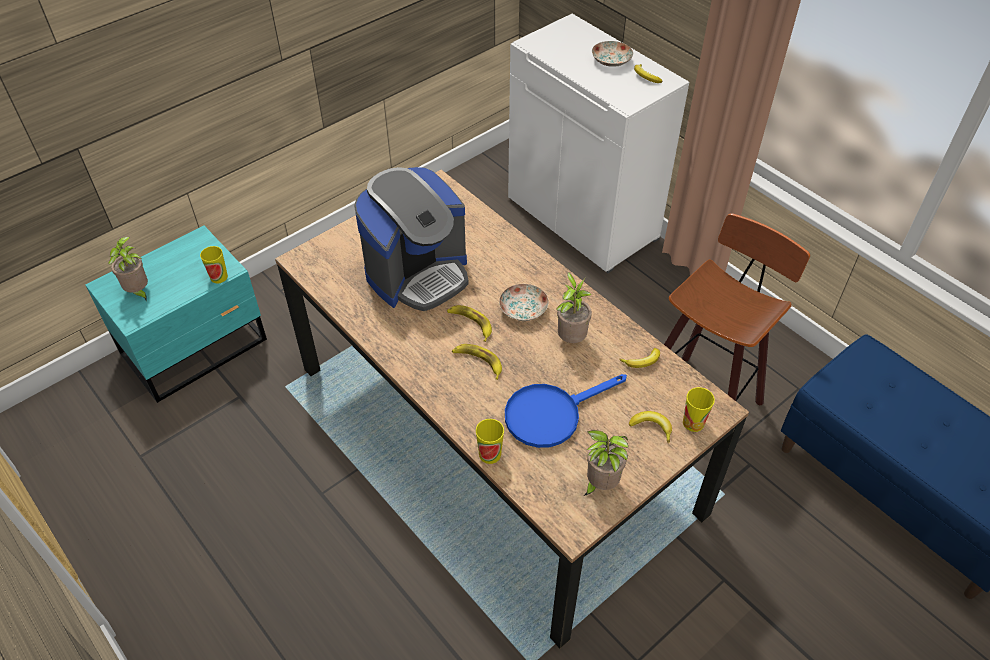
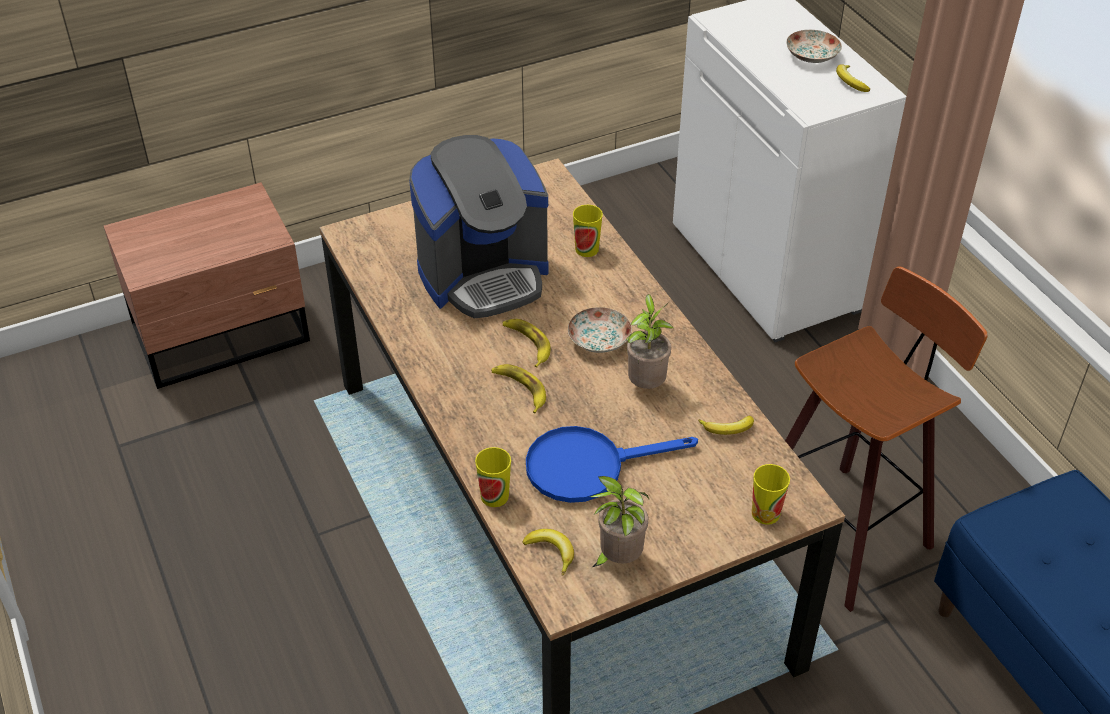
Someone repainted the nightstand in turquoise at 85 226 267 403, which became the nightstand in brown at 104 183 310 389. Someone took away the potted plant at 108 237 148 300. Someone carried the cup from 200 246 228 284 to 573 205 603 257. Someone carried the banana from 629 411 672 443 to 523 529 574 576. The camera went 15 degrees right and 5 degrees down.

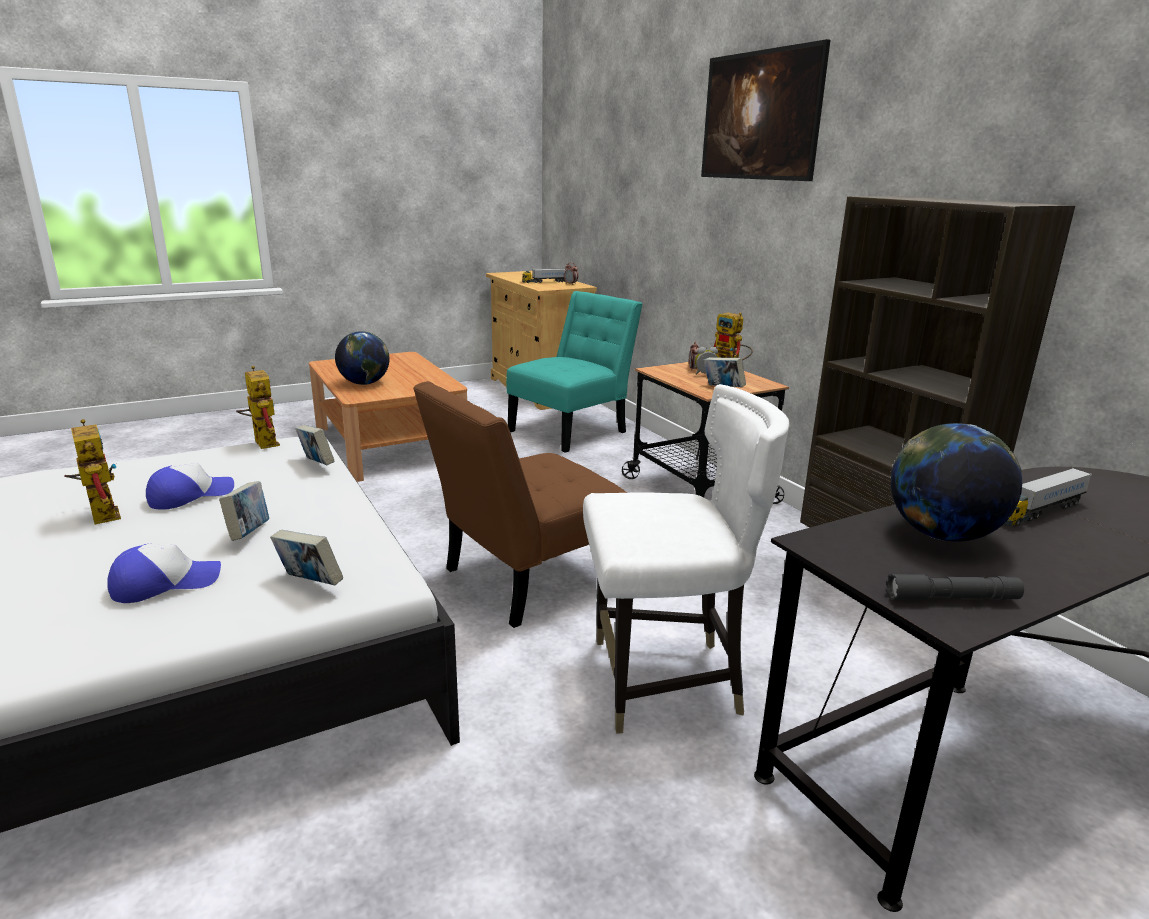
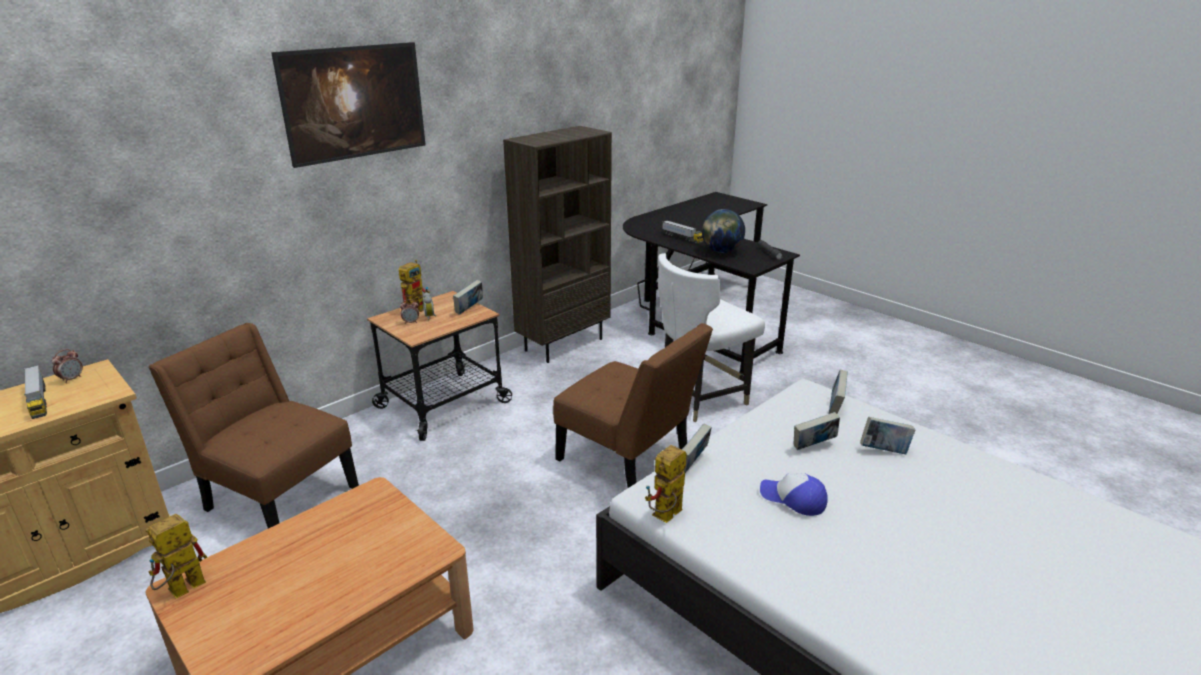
Someone carried the toy robot from 65 419 121 524 to 145 514 207 599. Someone swapped the cap at 107 544 221 603 for the book at 860 417 915 454. Someone took away the globe at 335 331 389 385. Someone repainted the chair in turquoise at 506 291 643 453, which became the chair in brown at 148 323 359 528. Someone rotated the chair in white at 583 384 789 734 by 105 degrees counterclockwise. The camera went 105 degrees left and 5 degrees up.

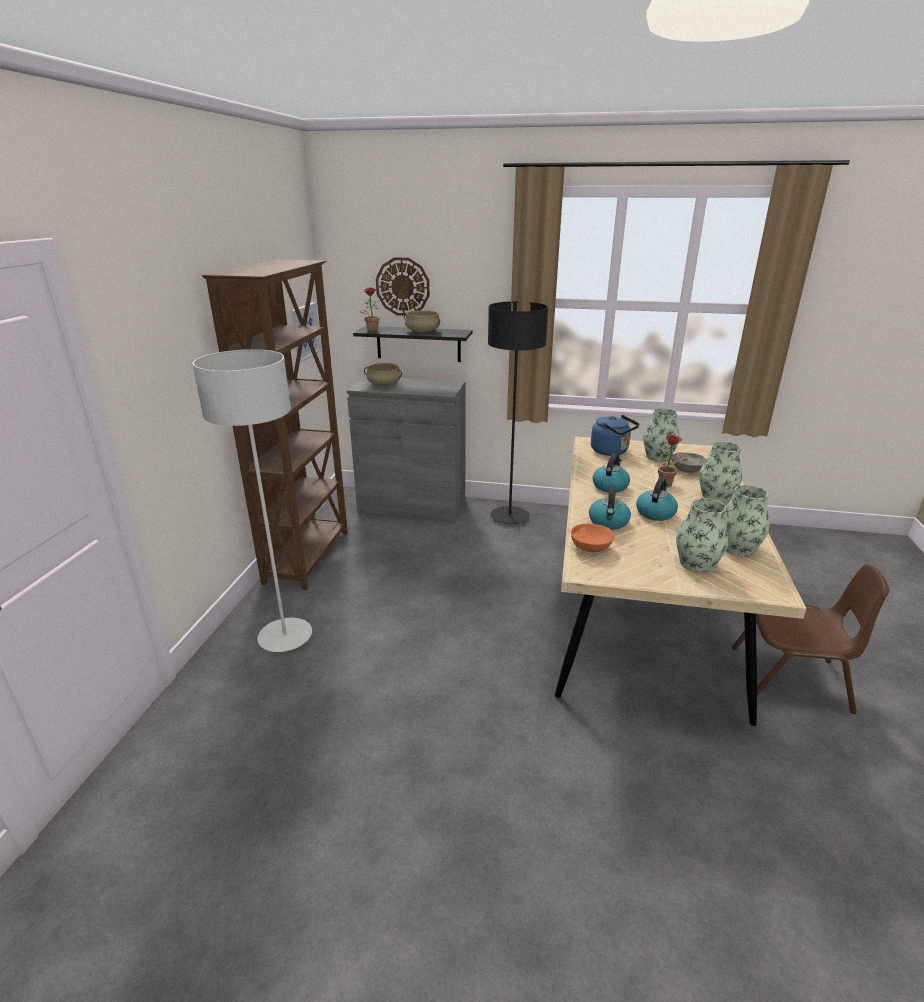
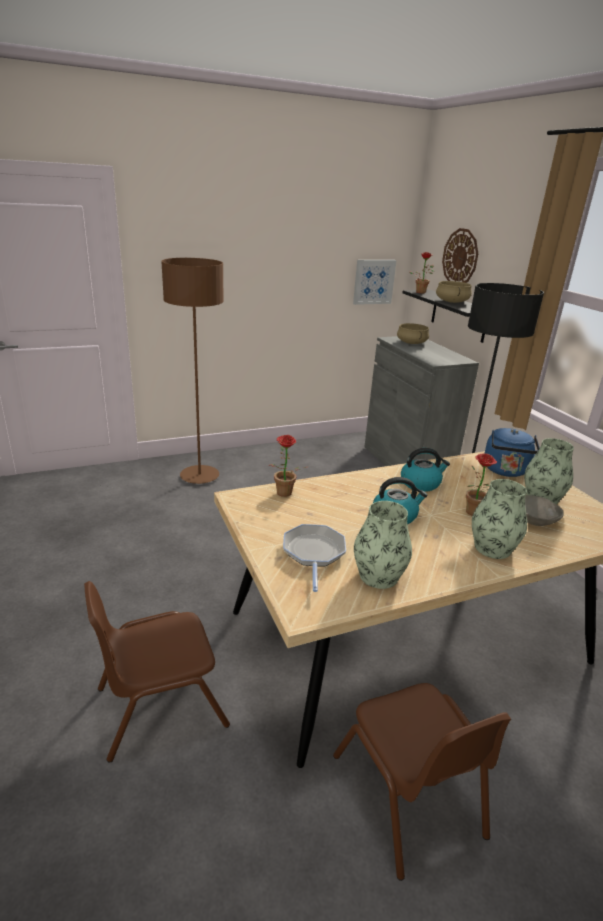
Someone repainted the floor lamp in grey at 192 349 312 652, which became the floor lamp in brown at 161 258 224 484. Someone took away the bookcase in brown at 202 260 348 590. Someone swapped the bowl in orange at 571 524 615 552 for the potted plant at 271 435 306 497. Someone took away the kettle at 589 485 631 530. Someone swapped the vase at 676 498 728 573 for the frying pan at 283 524 346 592. Someone put down the chair in brown at 84 581 230 763. The camera went 55 degrees right and 0 degrees up.

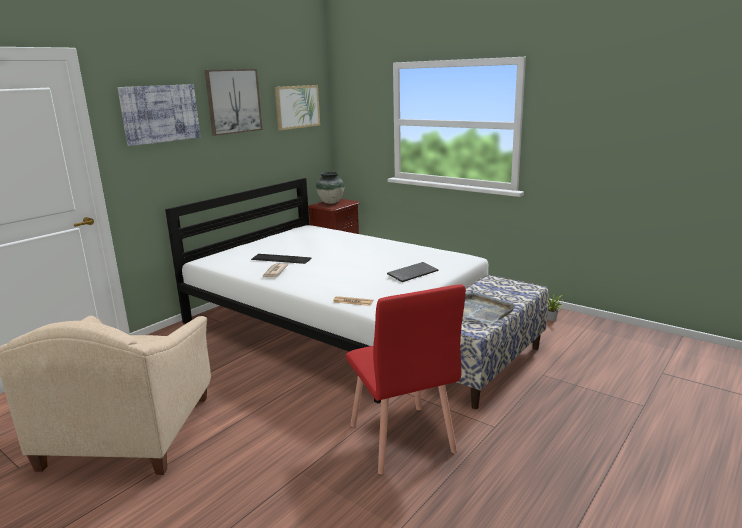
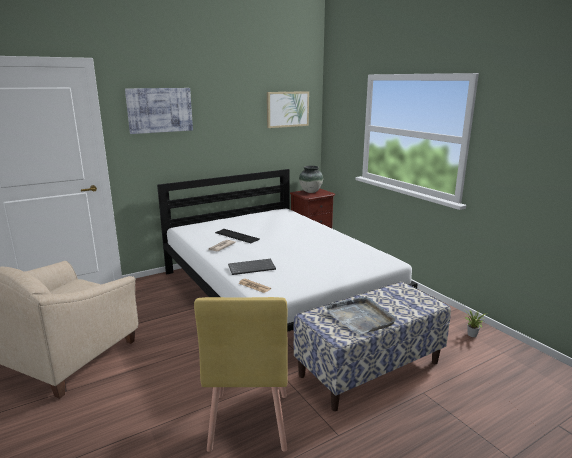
Someone took away the picture at 205 69 263 136. Someone repainted the chair in red at 346 284 466 474, which became the chair in yellow at 194 297 287 452. Someone carried the keyboard from 387 262 439 282 to 228 259 276 275. The camera went 20 degrees right and 0 degrees up.

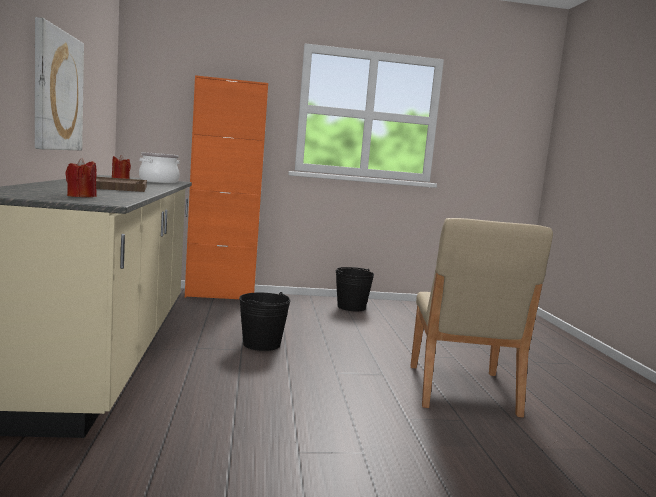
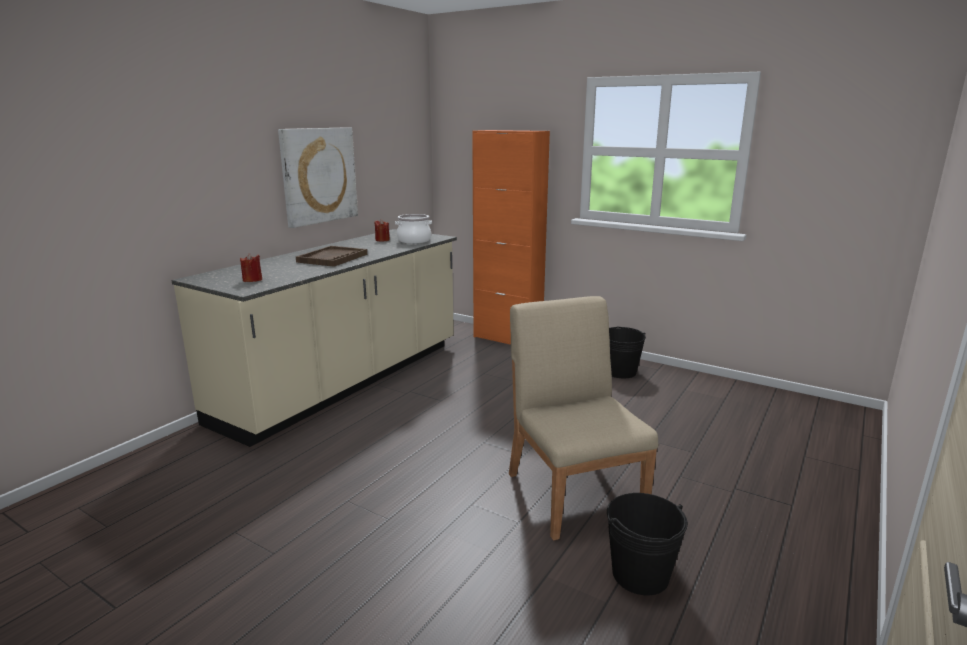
Someone carried the bucket in black from 239 292 291 351 to 607 493 688 595. Someone rotated the chair in beige at 410 218 553 418 by 120 degrees clockwise. The camera went 40 degrees right and 10 degrees up.

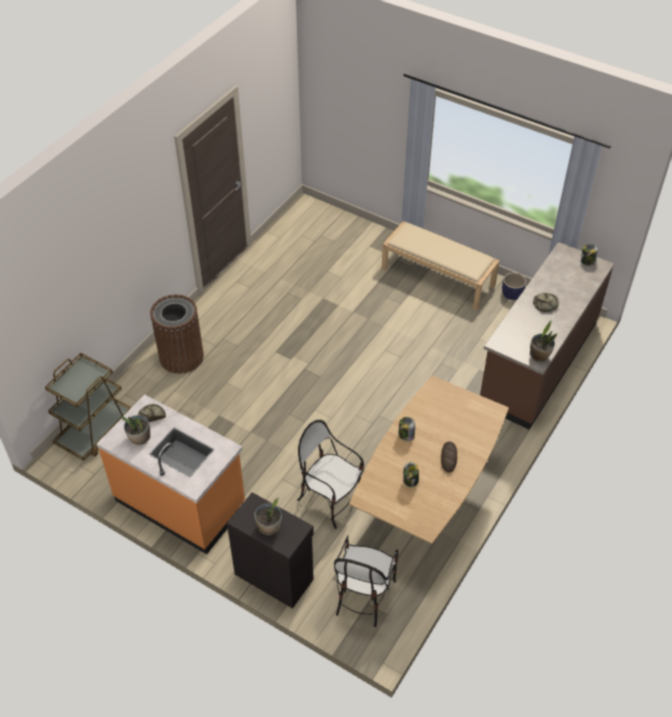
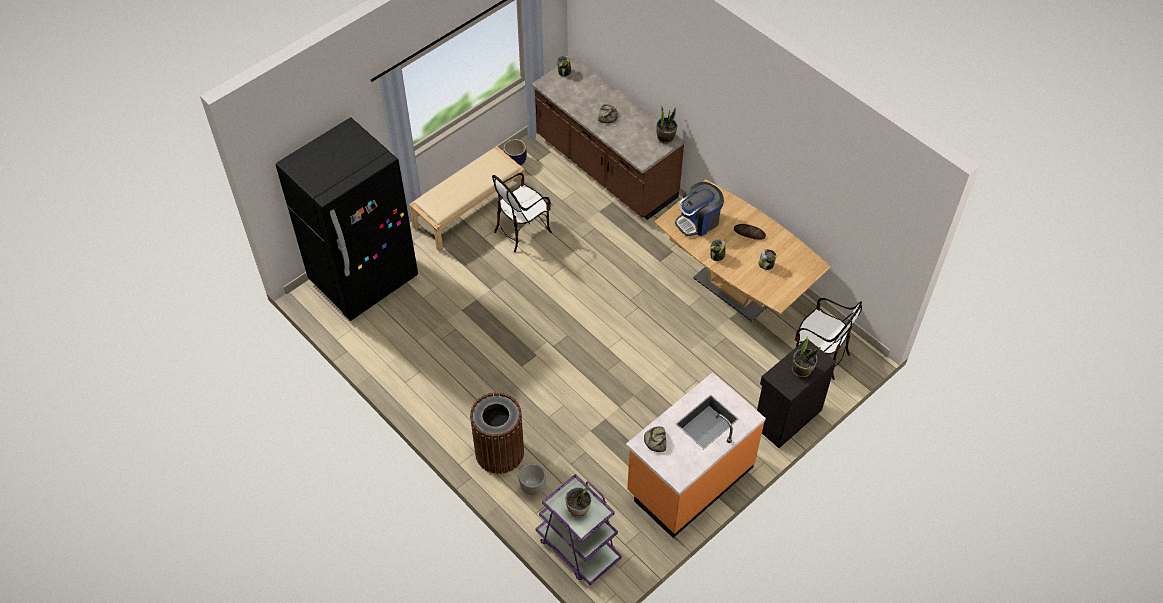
Someone repainted the cart in brown at 45 353 132 461, which became the cart in purple at 536 474 622 585. Someone carried the potted plant from 120 415 151 445 to 565 485 591 517. Someone carried the chair from 297 420 364 529 to 492 173 552 252. Someone put down the fridge in black at 276 118 418 321. Someone put down the planter at 519 464 546 495. Someone put down the coffee machine at 675 182 724 236. The camera went 75 degrees left and 5 degrees up.

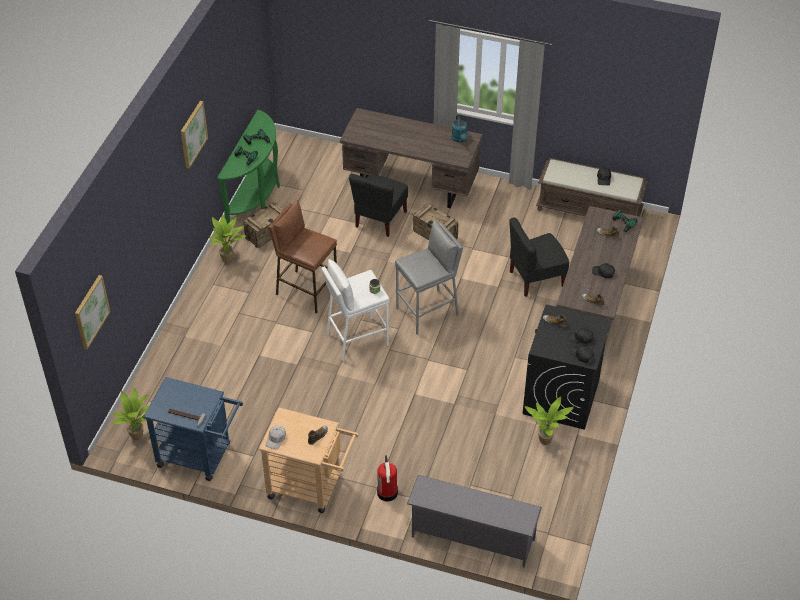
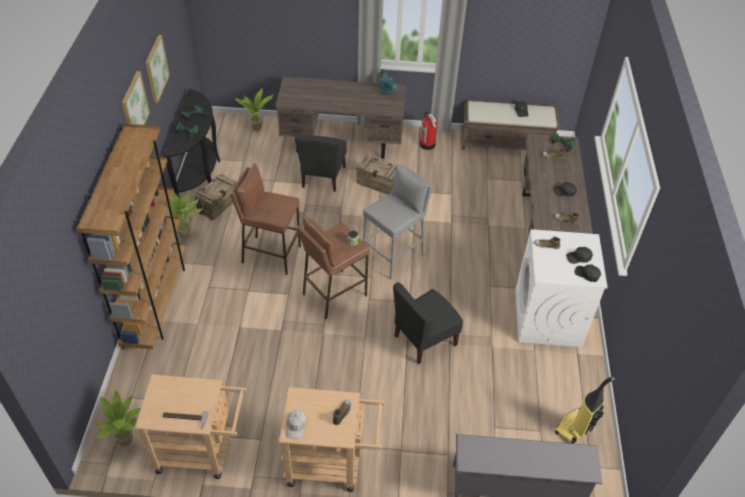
Someone carried the picture from 75 275 111 349 to 145 35 170 103. Someone repainted the cart in blue at 144 377 243 481, which became the cart in beige at 135 375 247 479. Someone repainted the console table in green at 217 110 280 224, which became the console table in black at 163 89 220 197. Someone repainted the stool in white at 321 259 390 362, which became the stool in brown at 297 217 370 319. Someone carried the fire extinguisher from 377 456 398 501 to 420 112 437 150. Someone carried the chair in black from 509 218 569 297 to 393 282 463 364. Someone repainted the washing machine in black at 522 304 611 430, which became the washing machine in white at 515 229 608 347. Someone carried the potted plant from 525 396 574 445 to 235 88 273 131. Someone put down the bookcase in brown at 76 124 186 349. Someone put down the vacuum cleaner at 555 376 615 444. The camera went 15 degrees left and 0 degrees up.

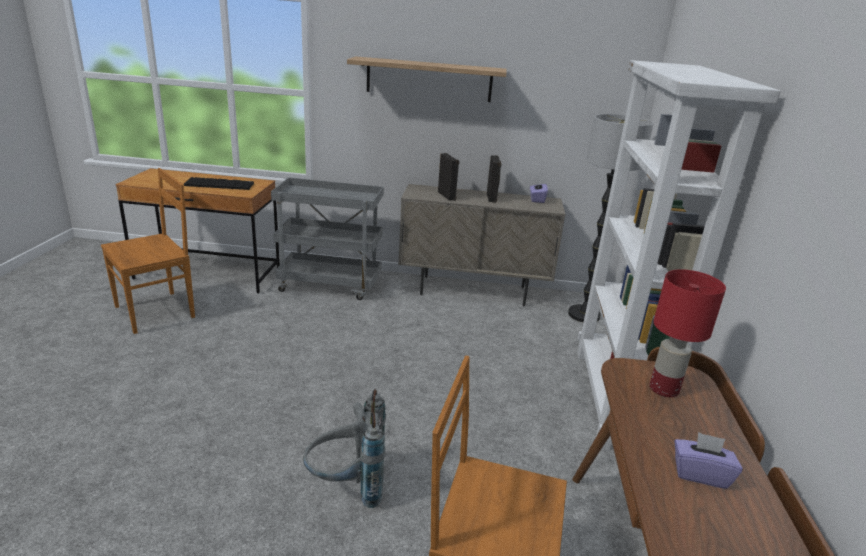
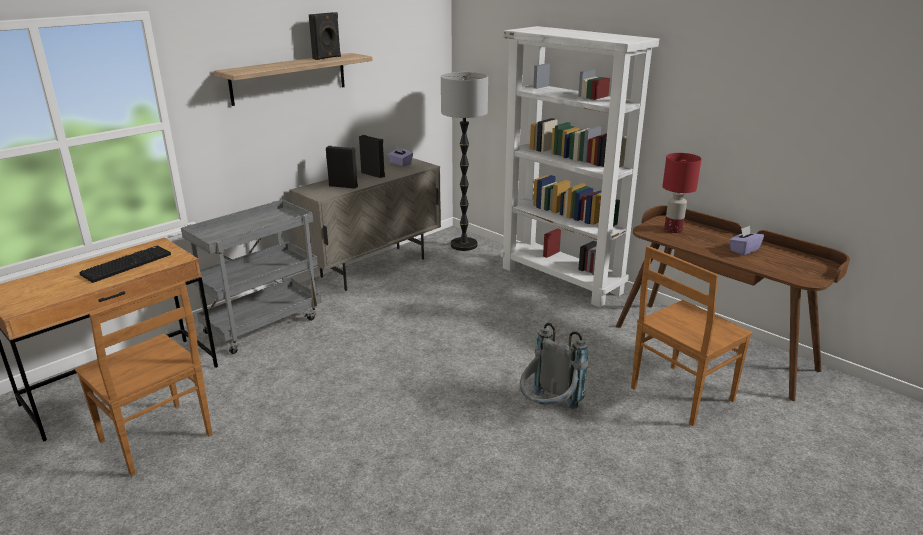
Someone rotated the chair in brown at 101 168 195 334 by 135 degrees clockwise. Someone put down the speaker in black at 309 12 341 60. The camera went 50 degrees left and 0 degrees up.

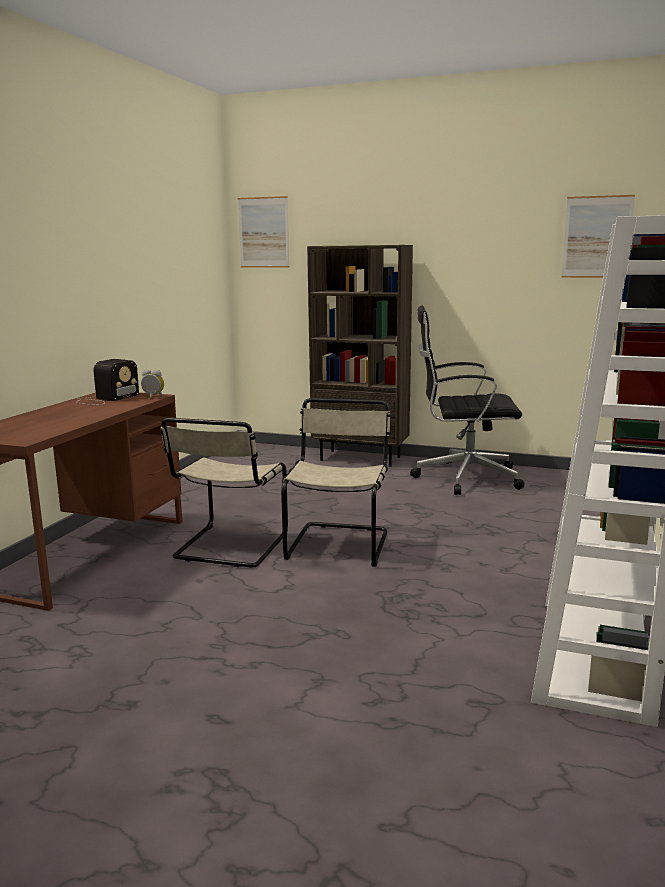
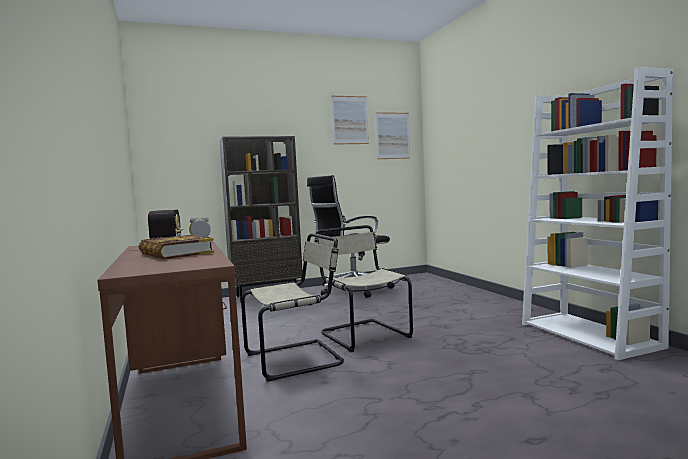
Someone rotated the chair in beige at 160 418 288 567 by 90 degrees counterclockwise. Someone carried the picture from 238 196 290 268 to 331 96 369 144. Someone put down the book at 139 235 214 259. The camera went 40 degrees left and 10 degrees down.

